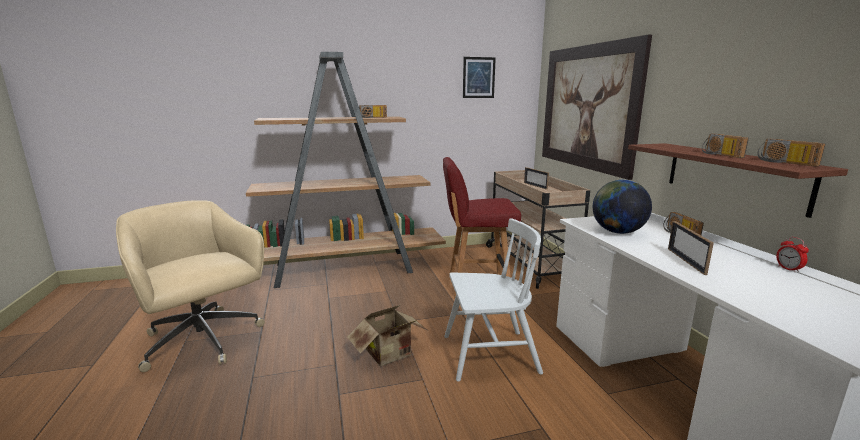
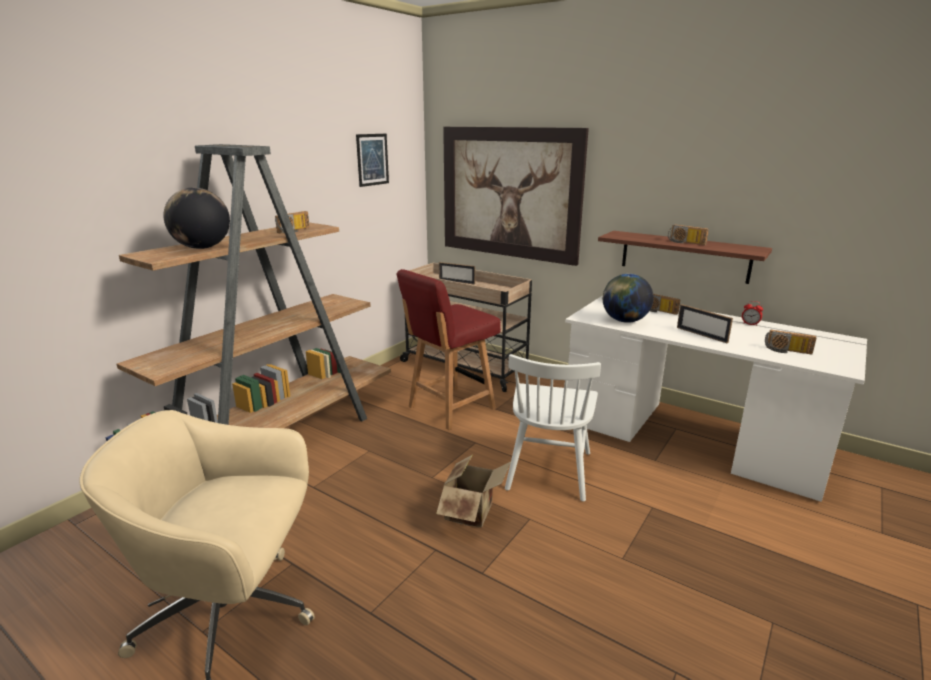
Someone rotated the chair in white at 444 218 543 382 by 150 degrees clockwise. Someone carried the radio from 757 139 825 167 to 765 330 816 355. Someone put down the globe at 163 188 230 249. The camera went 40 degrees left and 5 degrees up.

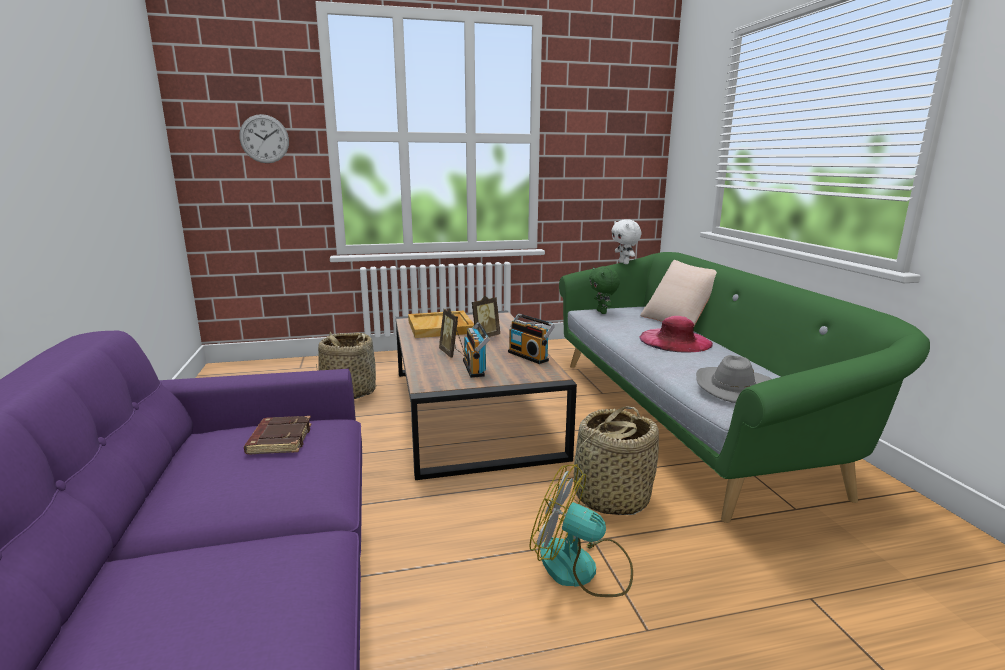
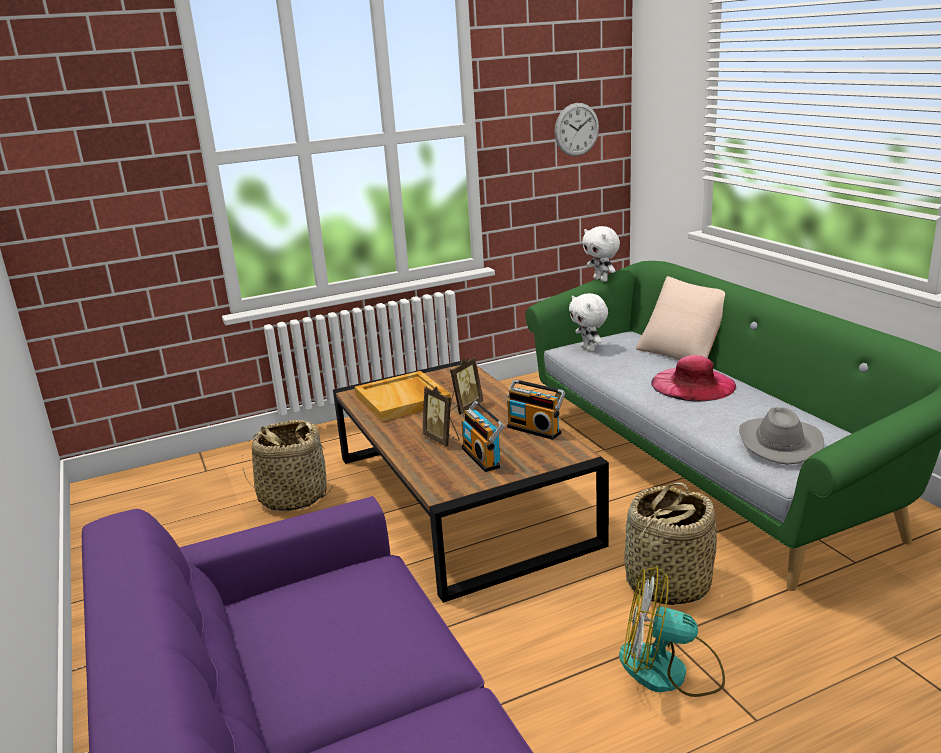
Someone carried the wall clock from 239 114 289 163 to 555 103 599 156. Someone took away the book in brown at 244 416 312 454. Someone repainted the plush toy in green at 589 266 620 314, which became the plush toy in white at 569 293 608 352. The camera went 10 degrees left and 5 degrees up.

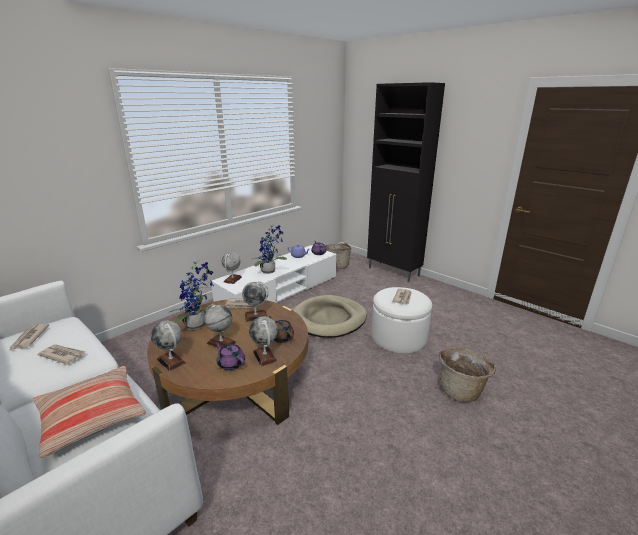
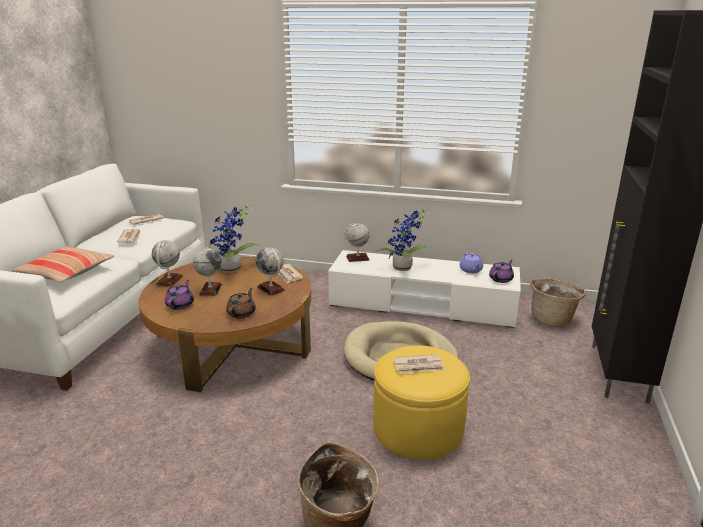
Someone took away the globe at 249 316 278 366. Someone repainted the ottoman in white at 371 287 432 354, which became the ottoman in yellow at 373 345 470 460. The camera went 60 degrees right and 0 degrees up.

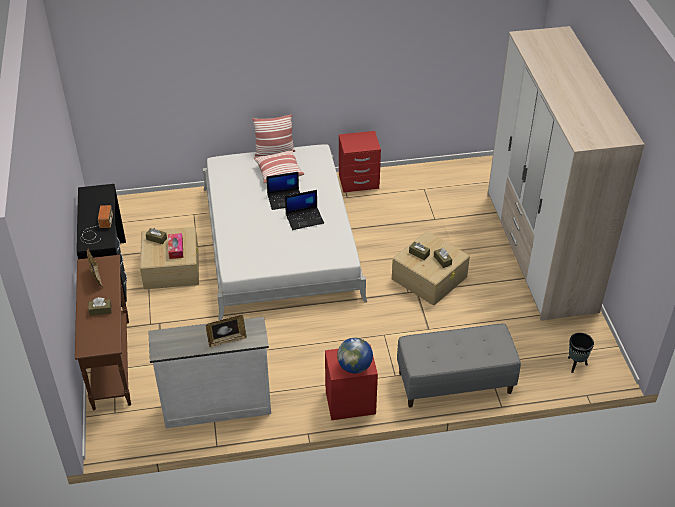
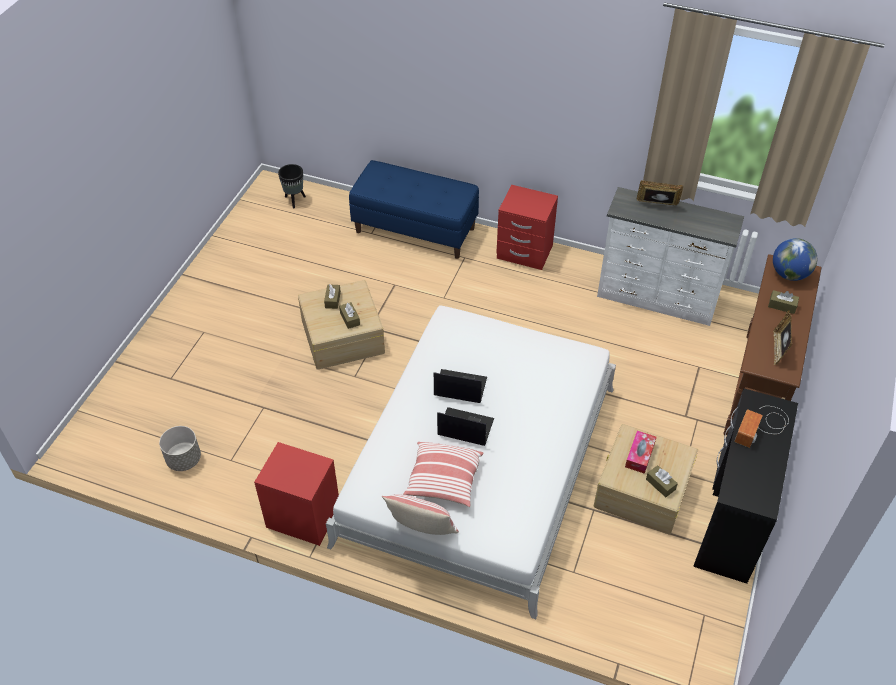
Someone carried the globe from 337 338 373 373 to 773 238 817 281. Someone repainted the bench in grey at 397 323 521 408, which became the bench in blue at 349 160 479 259. Someone took away the wardrobe at 487 26 645 321. Someone put down the planter in grey at 159 426 201 471. The camera went 150 degrees left and 5 degrees up.

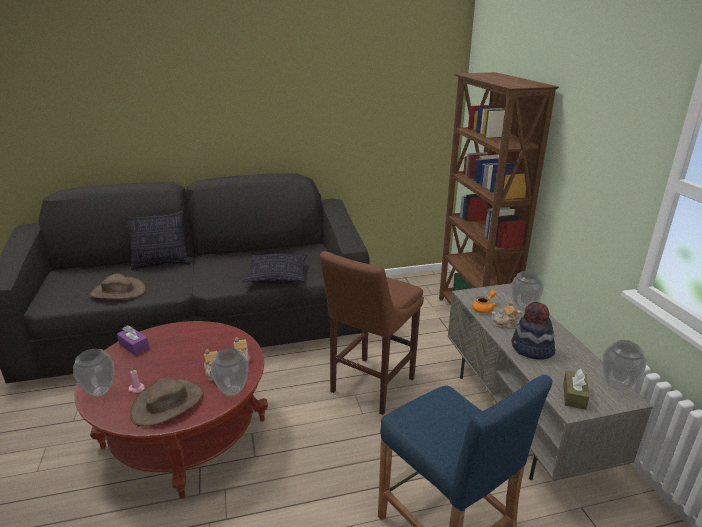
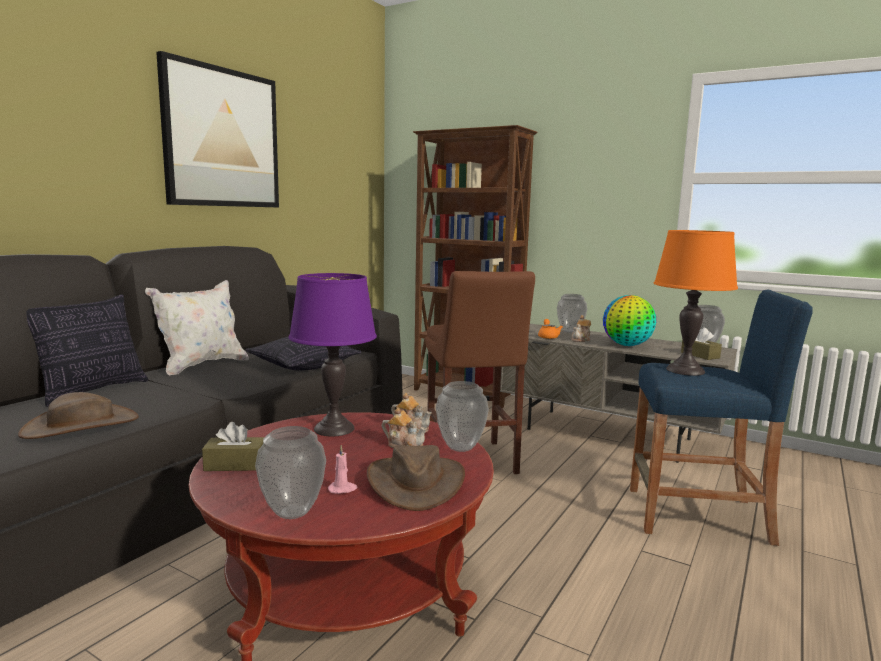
Someone repainted the tissue box in purple at 117 325 149 356, which became the tissue box in brown at 202 422 264 471. Someone swapped the hat at 512 302 555 360 for the globe at 603 295 656 346. Someone put down the pillow in white at 145 280 248 375. Someone put up the picture at 156 51 279 207. Someone put down the table lamp in purple at 289 273 377 436. Someone put down the table lamp in orange at 654 230 738 376. The camera went 45 degrees left and 15 degrees down.

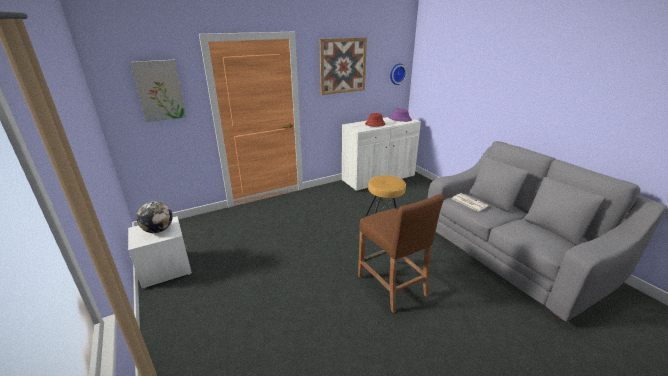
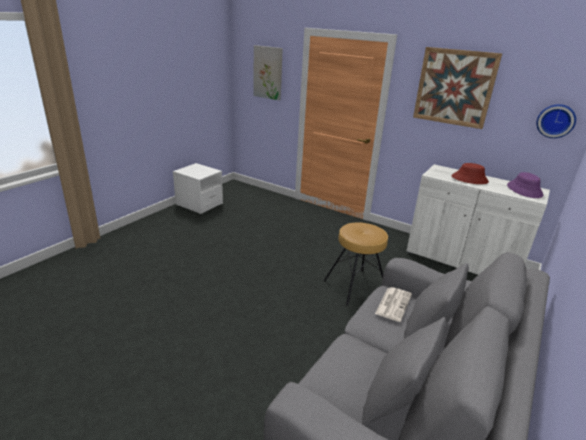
Someone took away the globe at 136 201 172 233. Someone took away the stool in brown at 358 194 444 313. The camera went 60 degrees right and 0 degrees up.

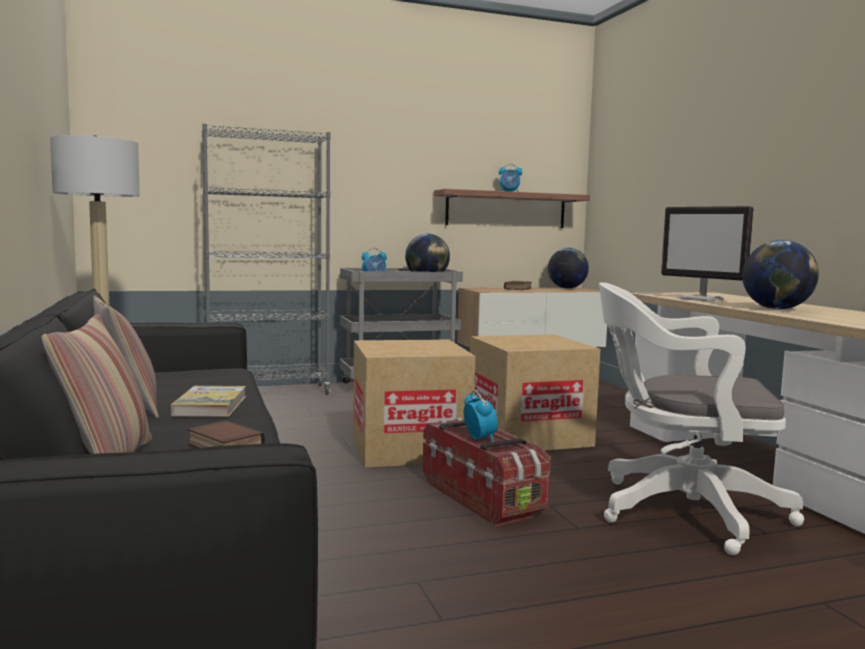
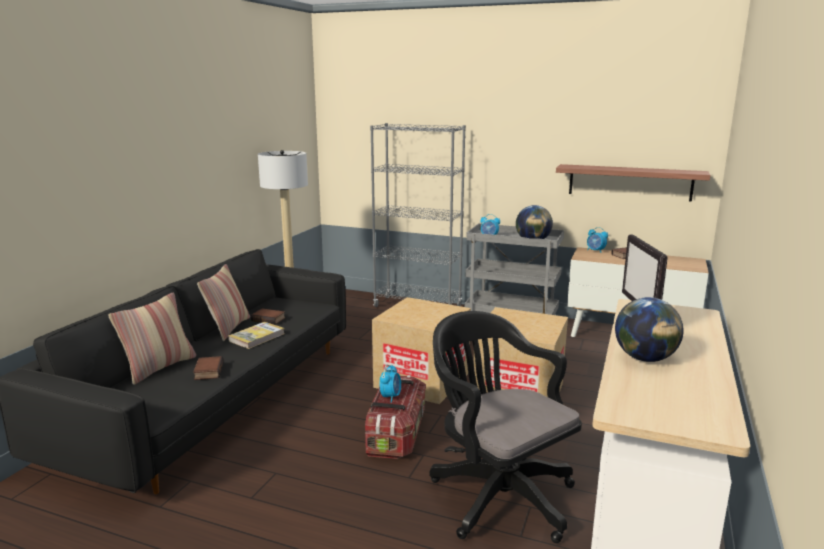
Someone carried the alarm clock from 499 164 522 192 to 587 227 608 253. Someone took away the globe at 548 248 589 289. Someone repainted the office chair in white at 599 282 804 555, which became the office chair in black at 429 311 582 543. Someone put down the book at 251 308 285 325. The camera went 40 degrees right and 10 degrees up.

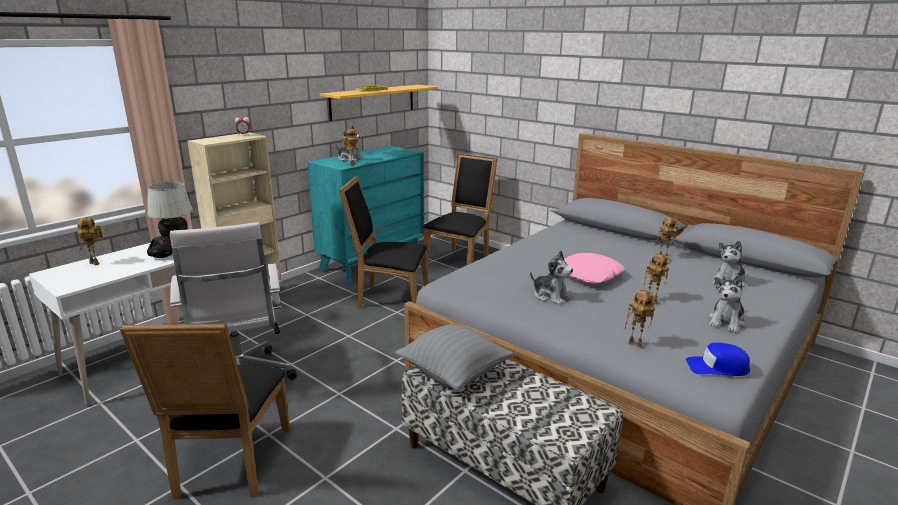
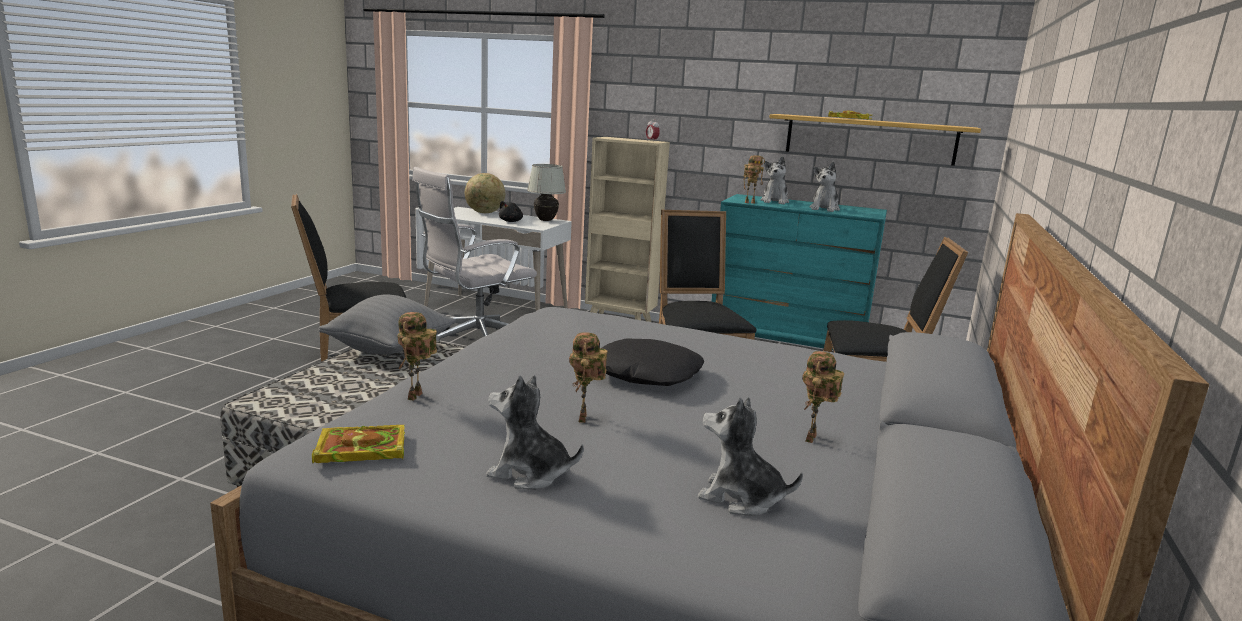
Someone swapped the toy robot at 77 217 103 265 for the globe at 465 173 505 213. Someone carried the plush toy from 530 251 573 305 to 809 162 840 212. Someone repainted the pillow in pink at 564 253 625 284, which became the pillow in black at 602 339 704 386. Someone swapped the cap in blue at 686 343 750 376 for the book at 312 425 405 463. The camera went 70 degrees right and 5 degrees down.

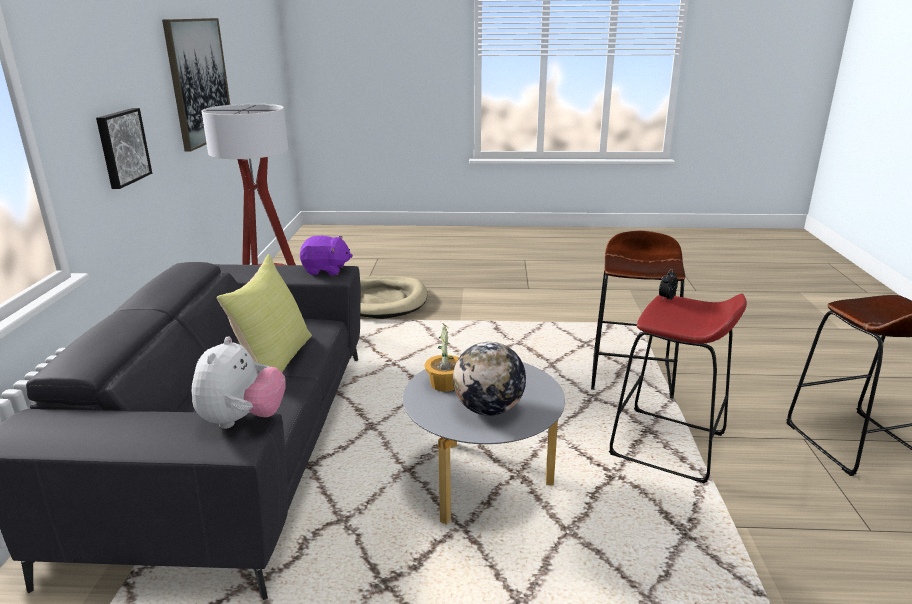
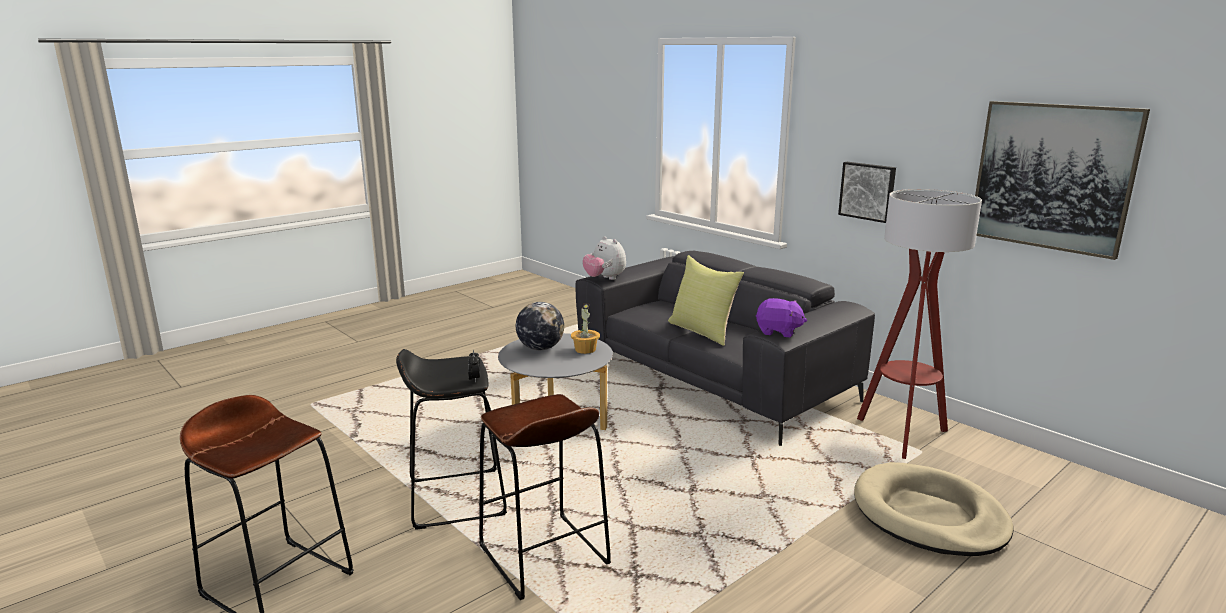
Someone rotated the plush toy in purple at 300 236 353 275 by 120 degrees counterclockwise. Someone repainted the stool in red at 609 293 747 484, which became the stool in black at 396 349 507 530. The camera went 135 degrees right and 5 degrees down.

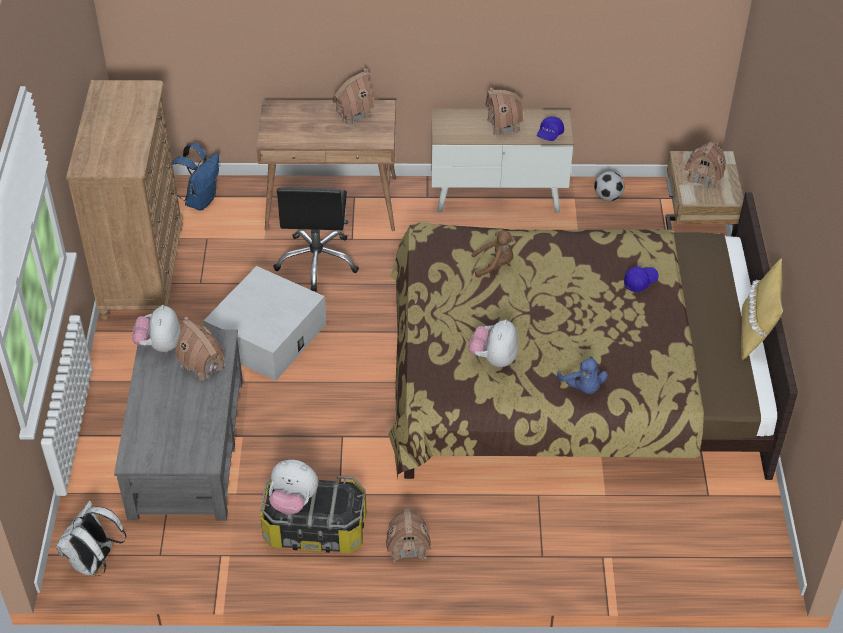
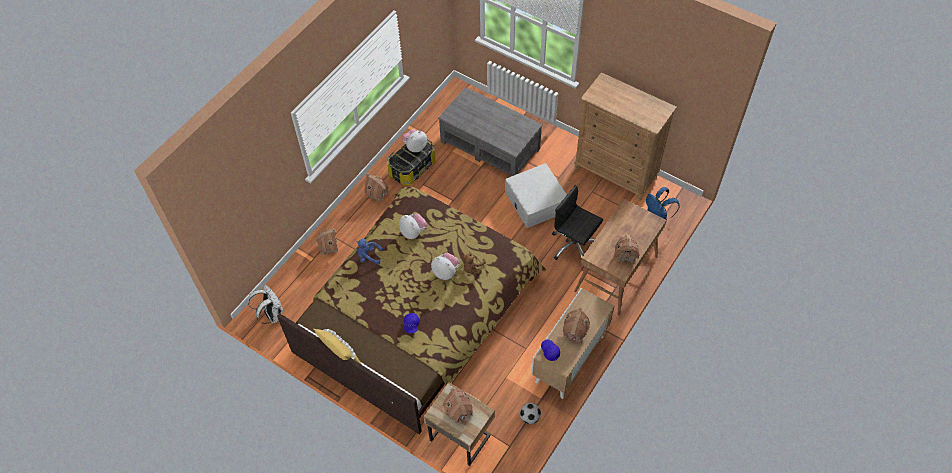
Someone carried the backpack in white from 56 501 127 576 to 248 285 283 324. Someone carried the plush toy from 132 305 181 352 to 431 253 460 280. Someone carried the toy house from 175 317 226 380 to 315 228 339 256. The camera went 125 degrees right and 10 degrees up.

